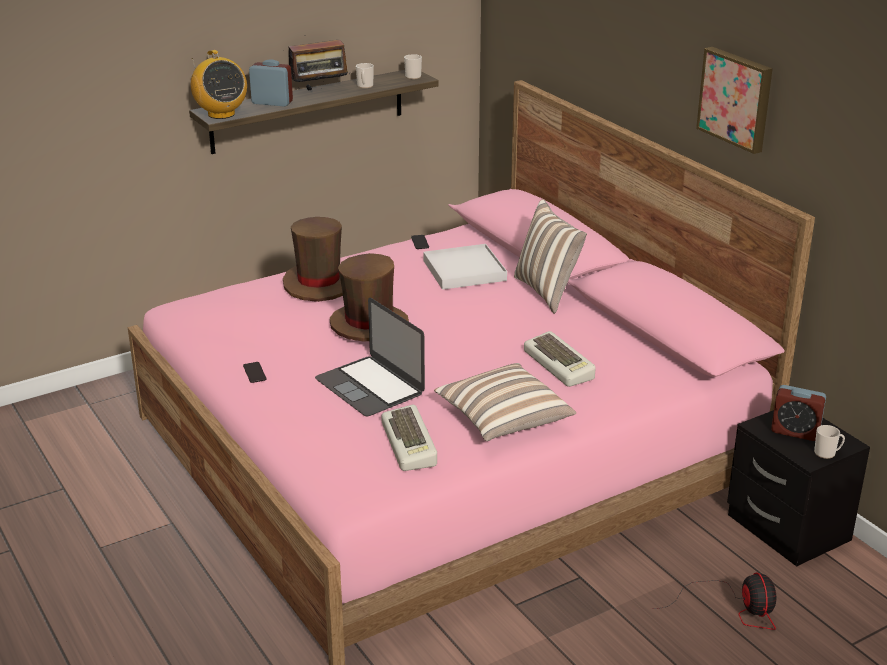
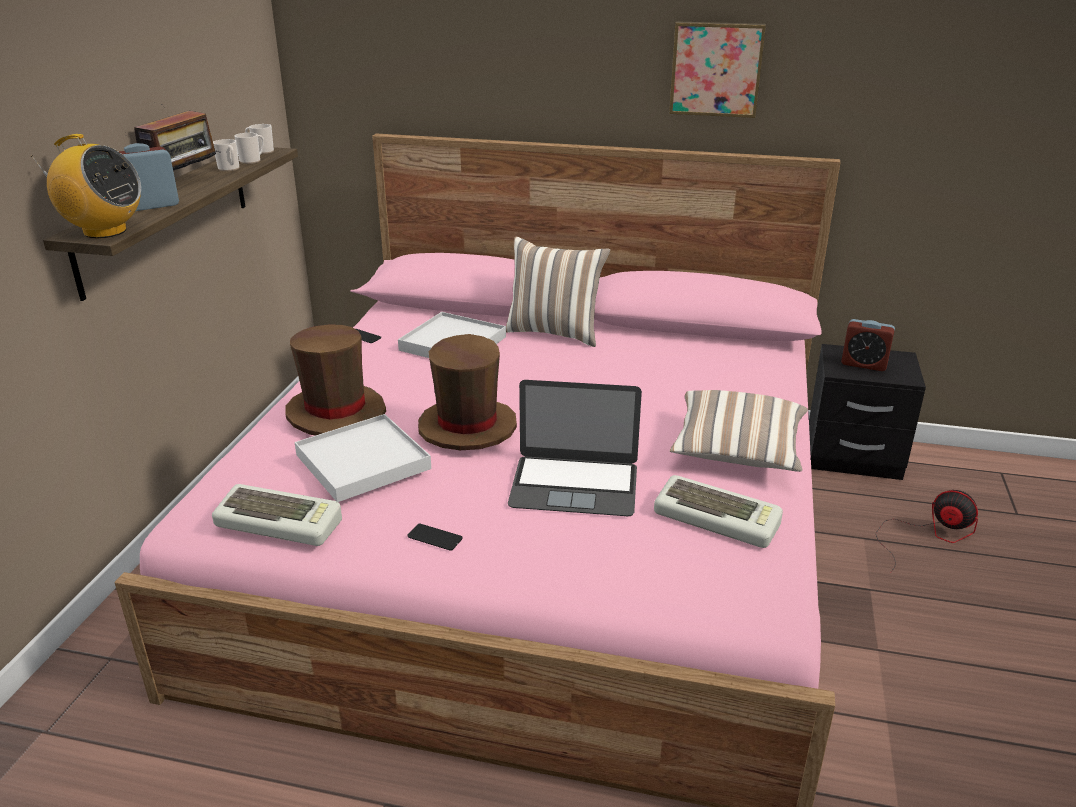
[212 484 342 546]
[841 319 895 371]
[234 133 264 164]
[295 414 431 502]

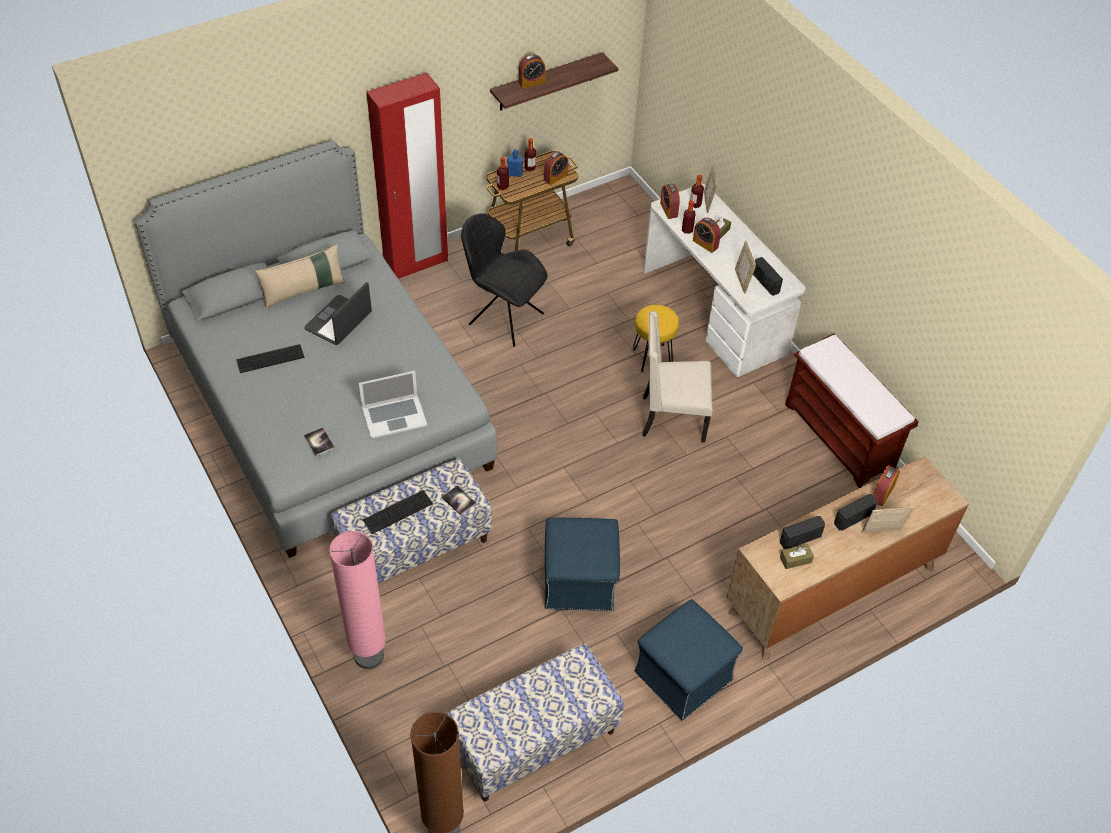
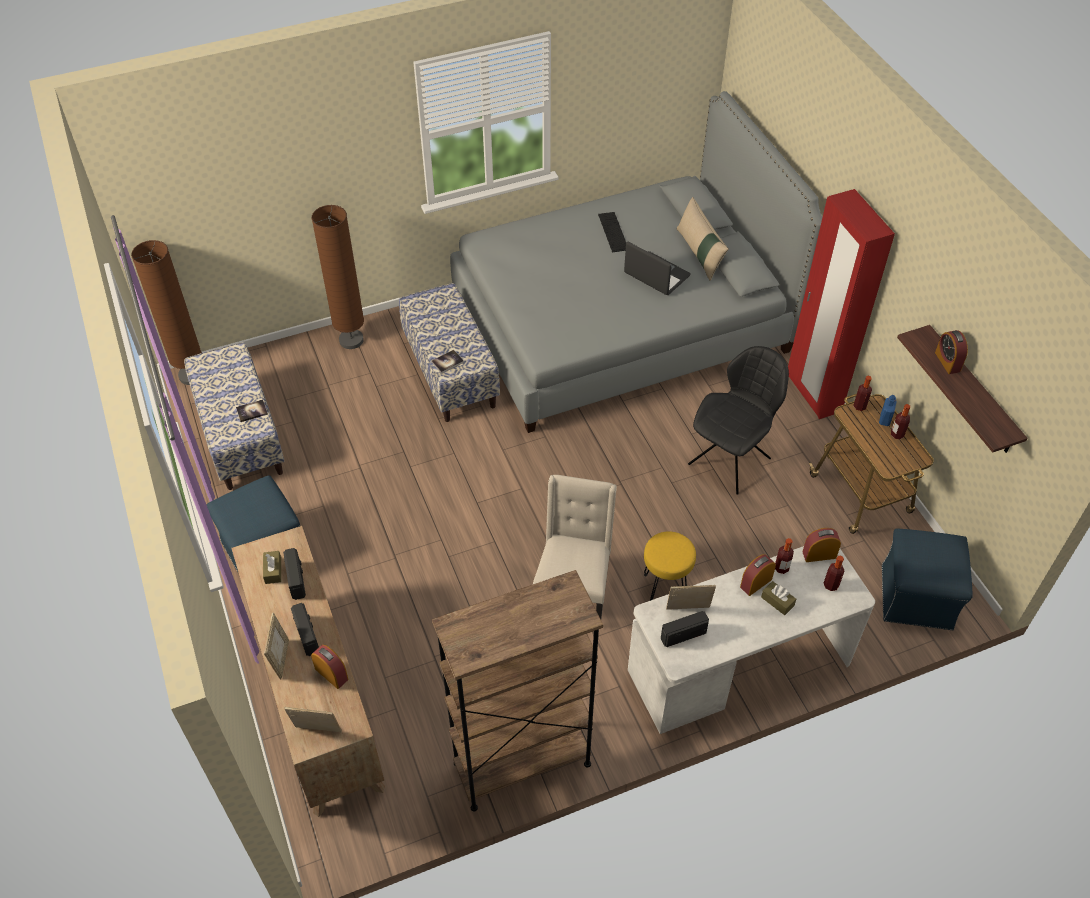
[236 399 268 422]
[312 205 364 349]
[359 371 427 439] (first image)
[363 490 433 534] (first image)
[544 151 568 185] (first image)
[882 528 973 630]
[284 707 342 732]
[432 570 603 811]

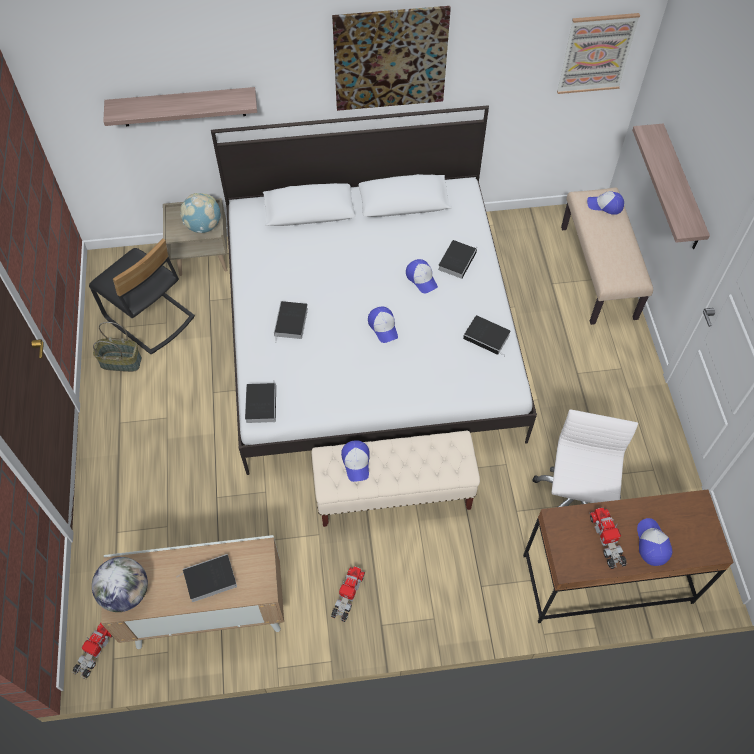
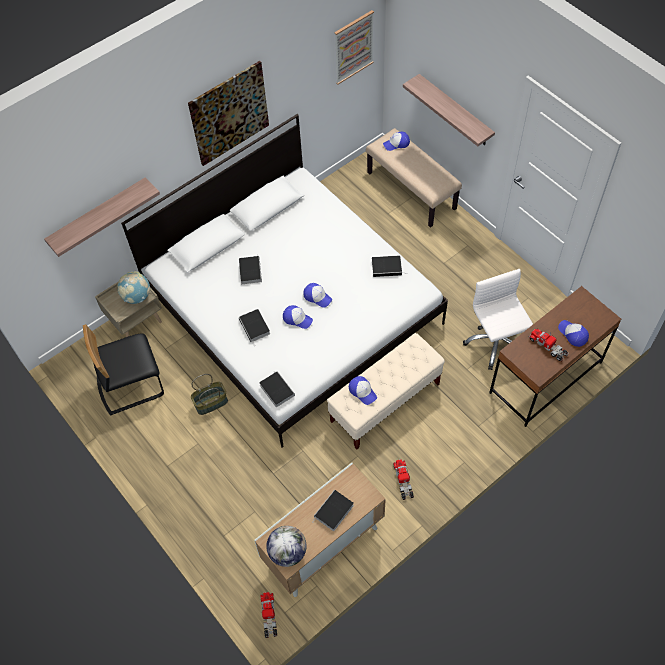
[83 324 164 416]
[191 374 228 415]
[283 305 313 329]
[239 256 262 284]

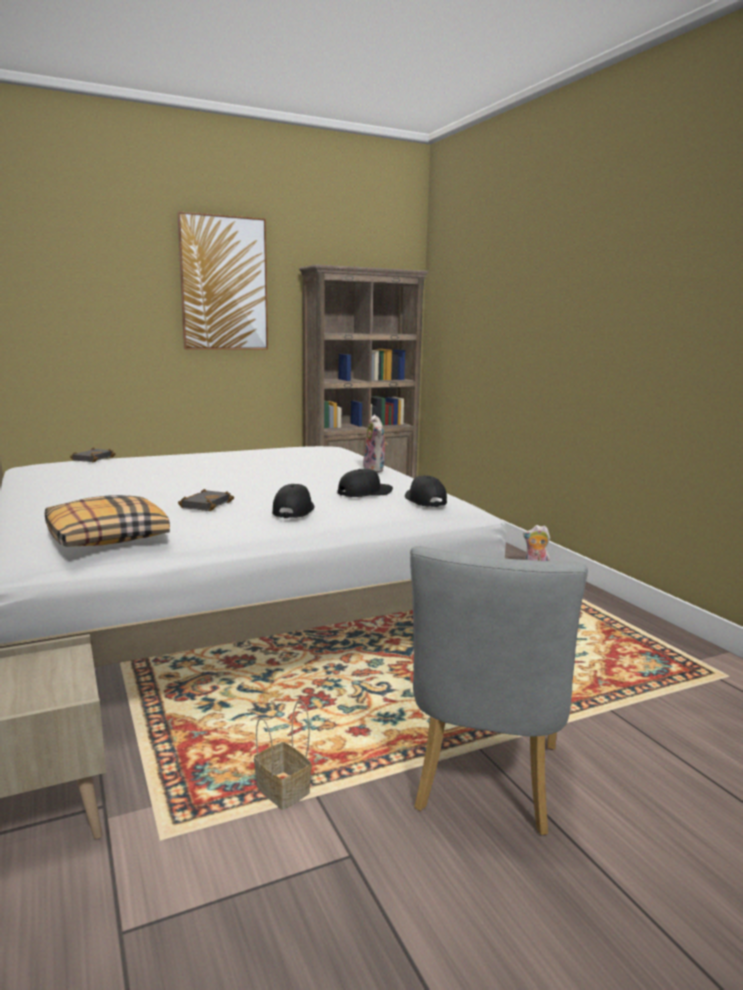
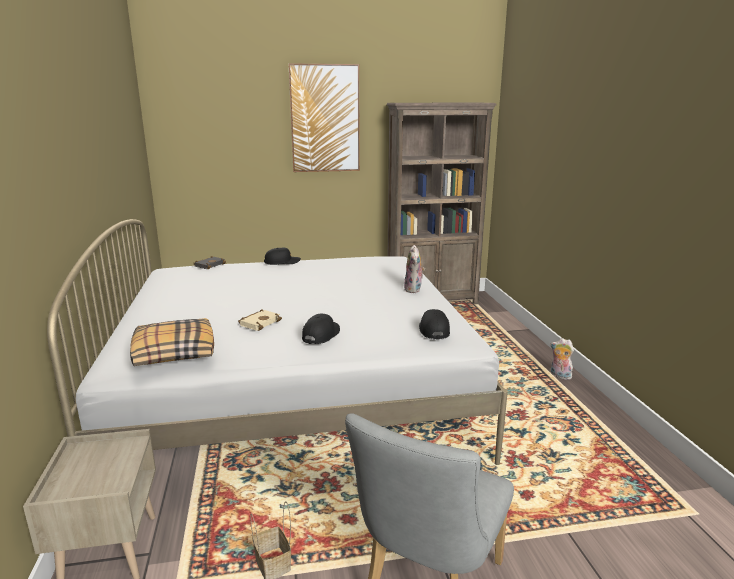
[238 309 282 331]
[264 248 301 265]

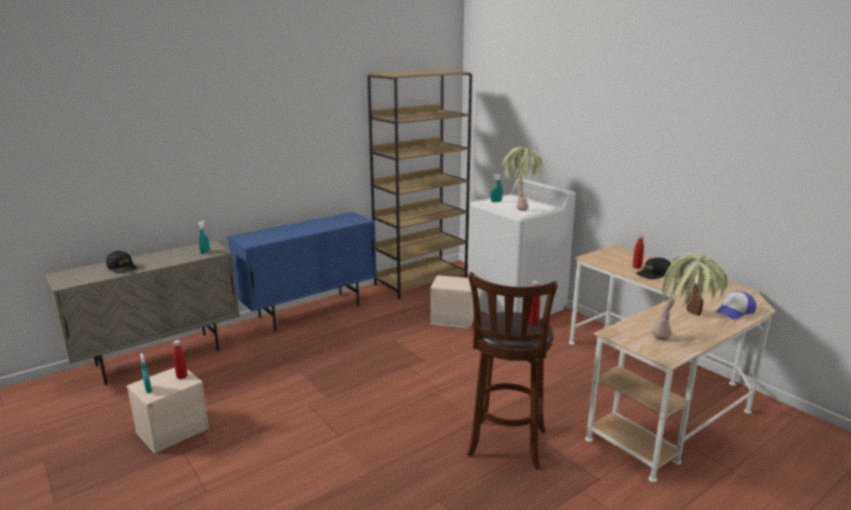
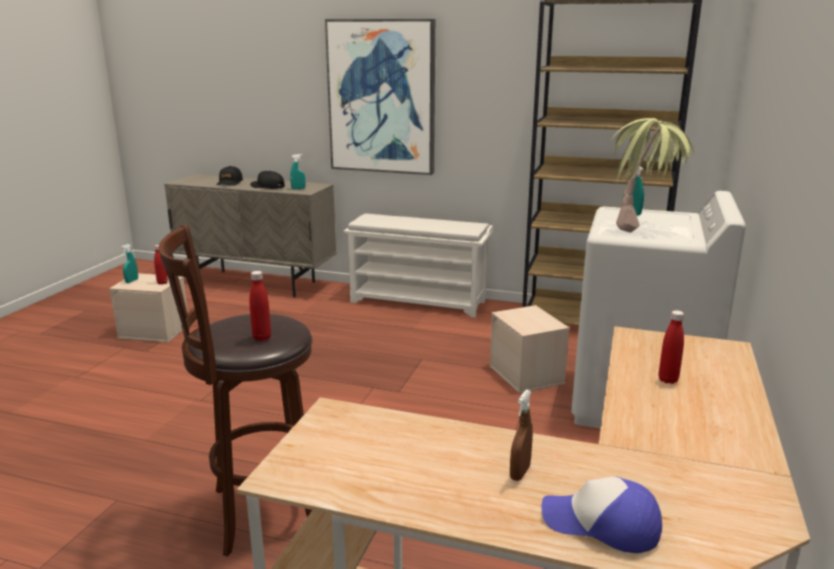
[343 213 493 318]
[250 171 285 189]
[652 253 731 340] (first image)
[325 19 435 175]

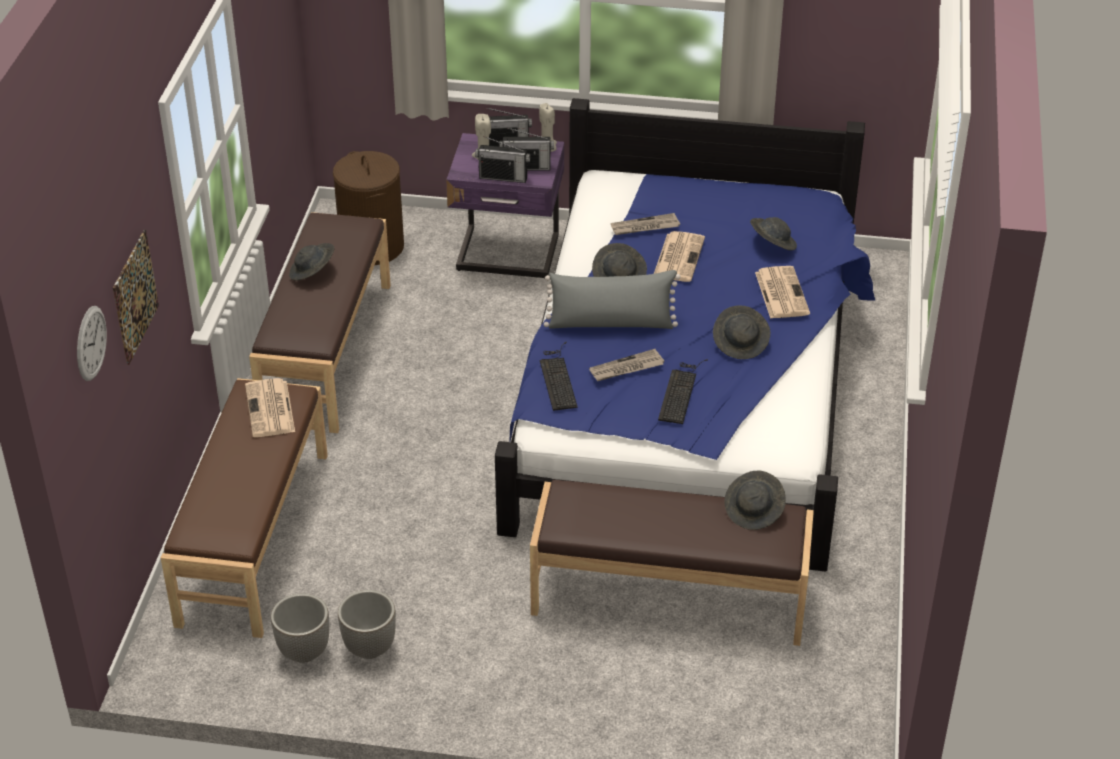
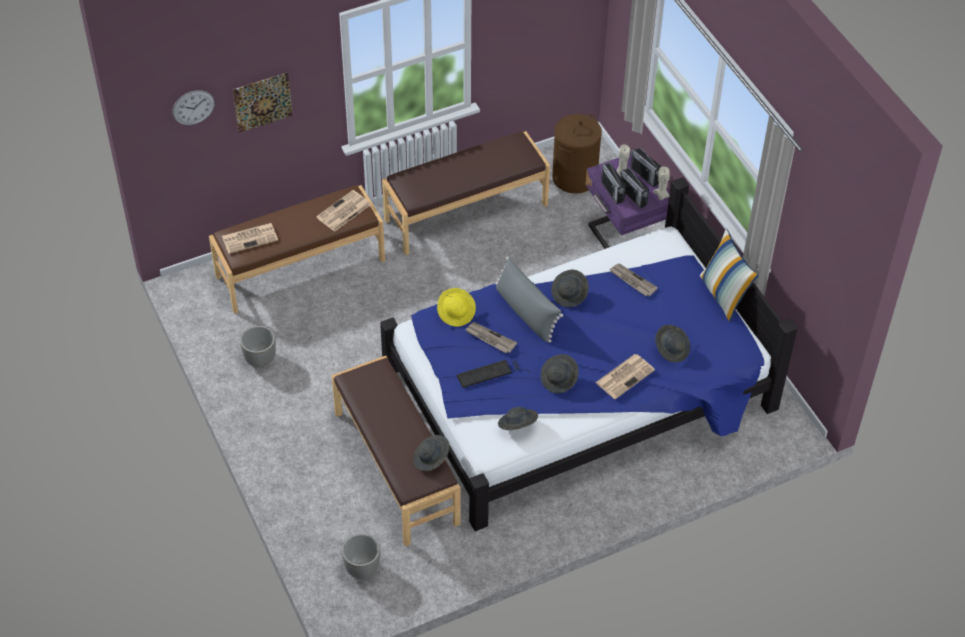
[342 534 381 579]
[498 407 538 430]
[437 288 476 327]
[222 223 278 254]
[700 229 759 322]

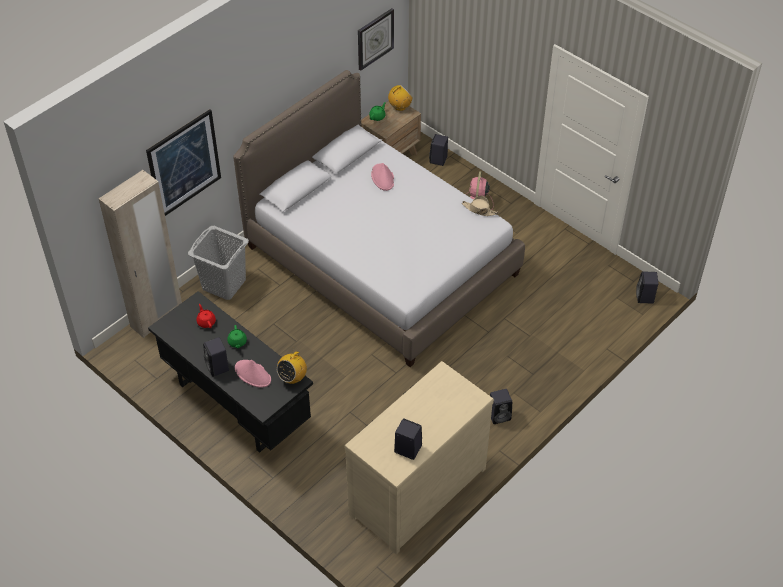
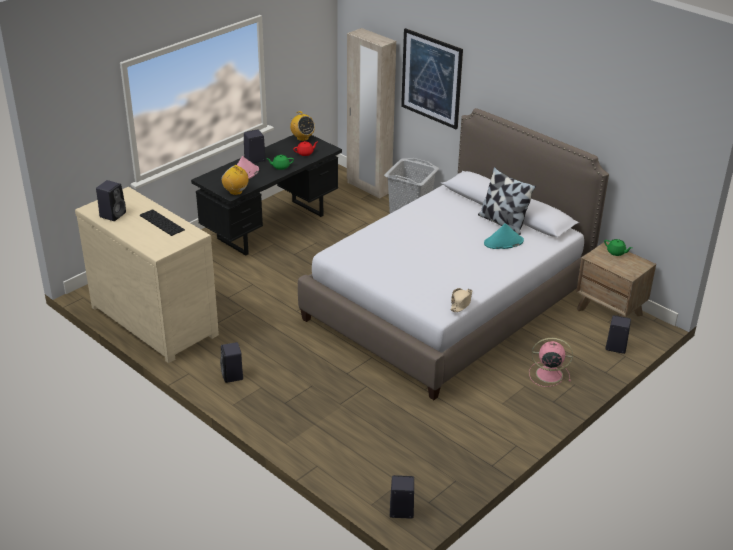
[358 8 394 71] (first image)
[484 223 524 249]
[290 111 315 141]
[140 209 185 236]
[478 167 536 235]

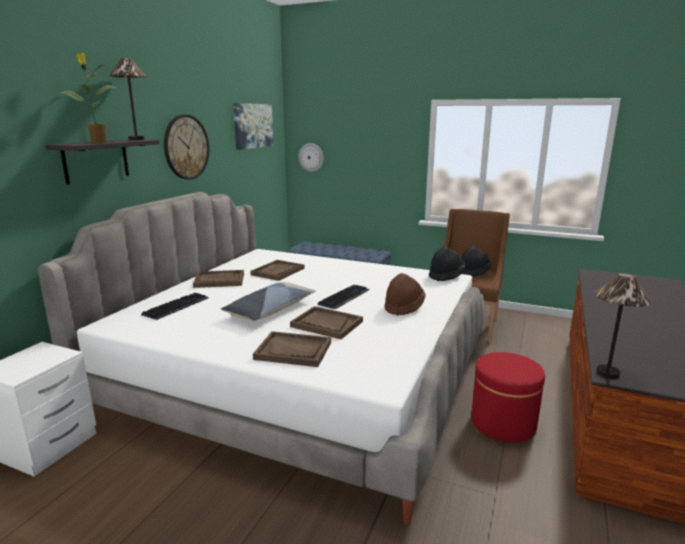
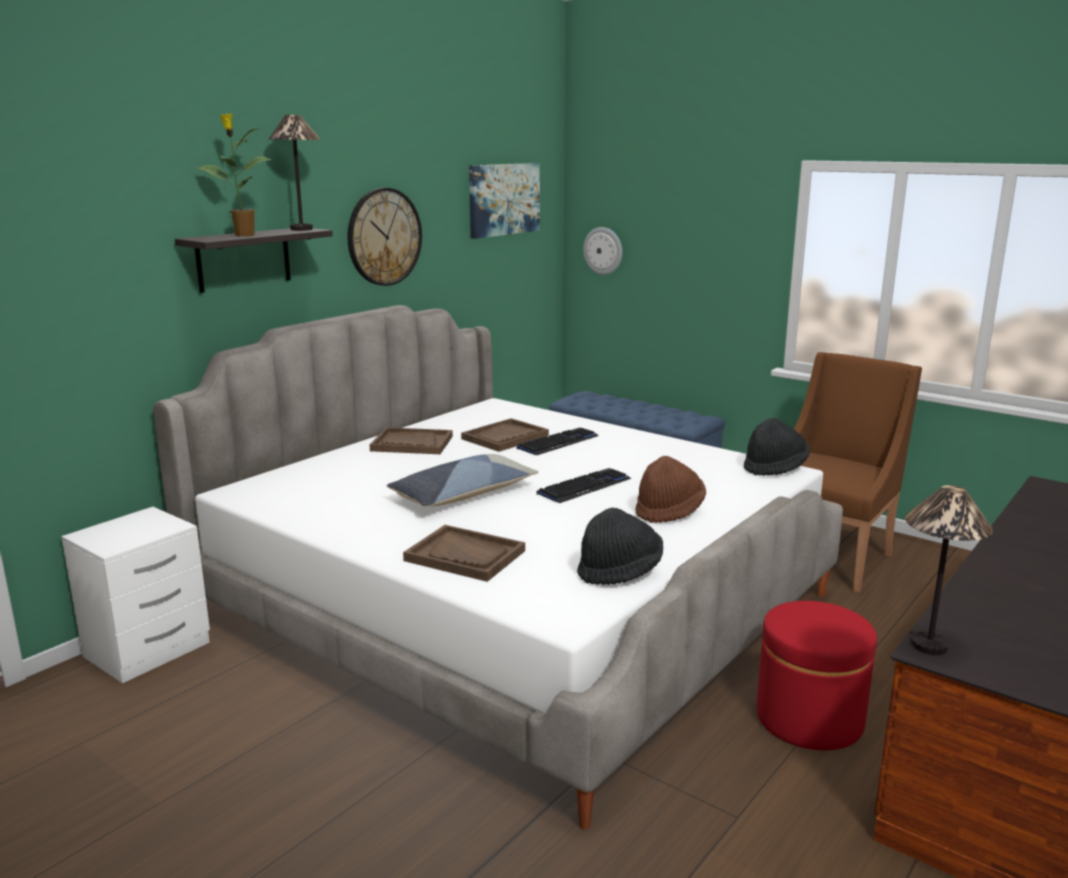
[517 428 599 455]
[290 306 363 339] (first image)
[577 507 663 585]

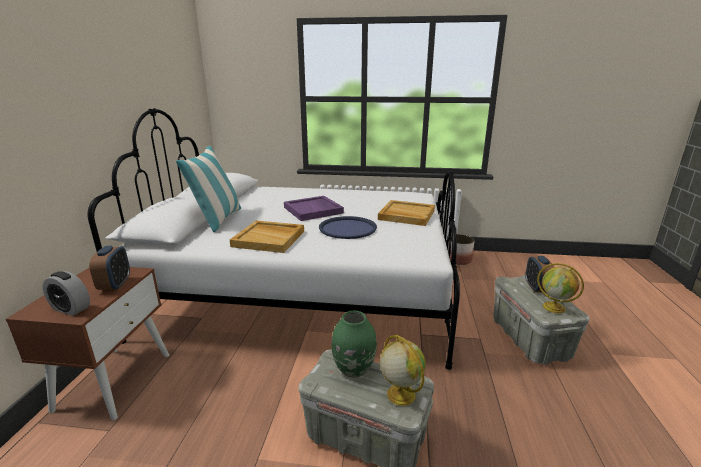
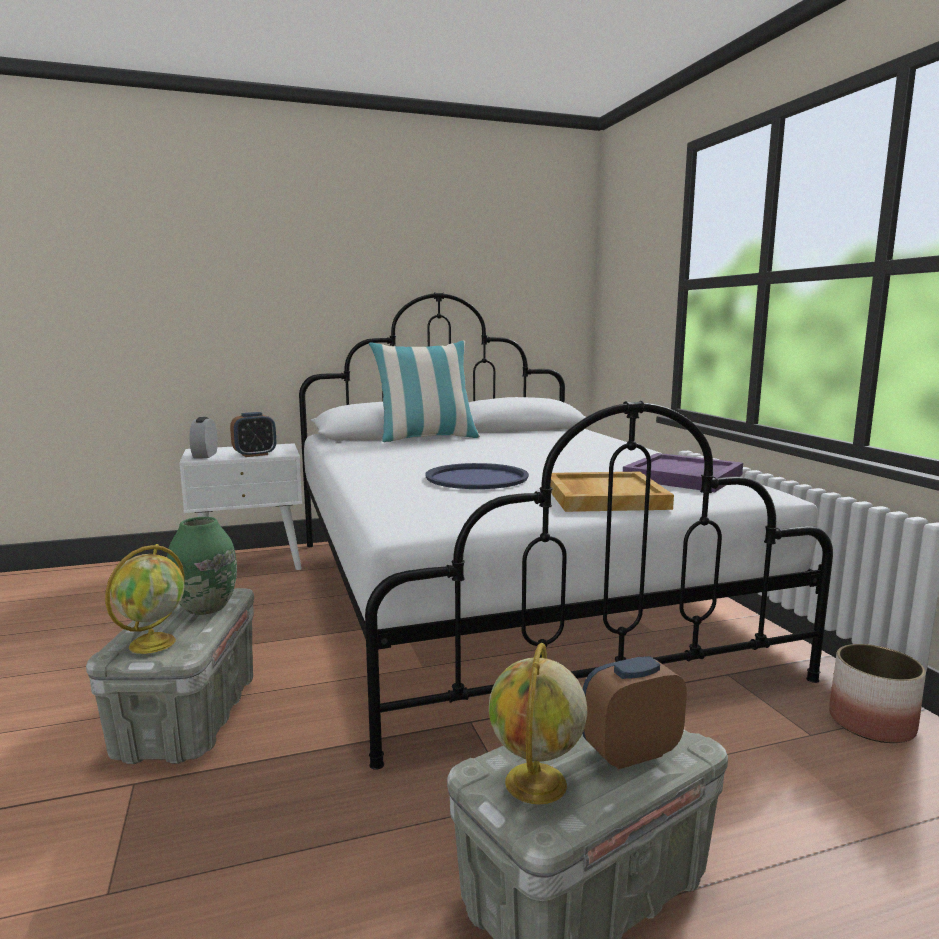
[179 443 302 570]
[230 220 304 253] (first image)
[623 453 743 492]

